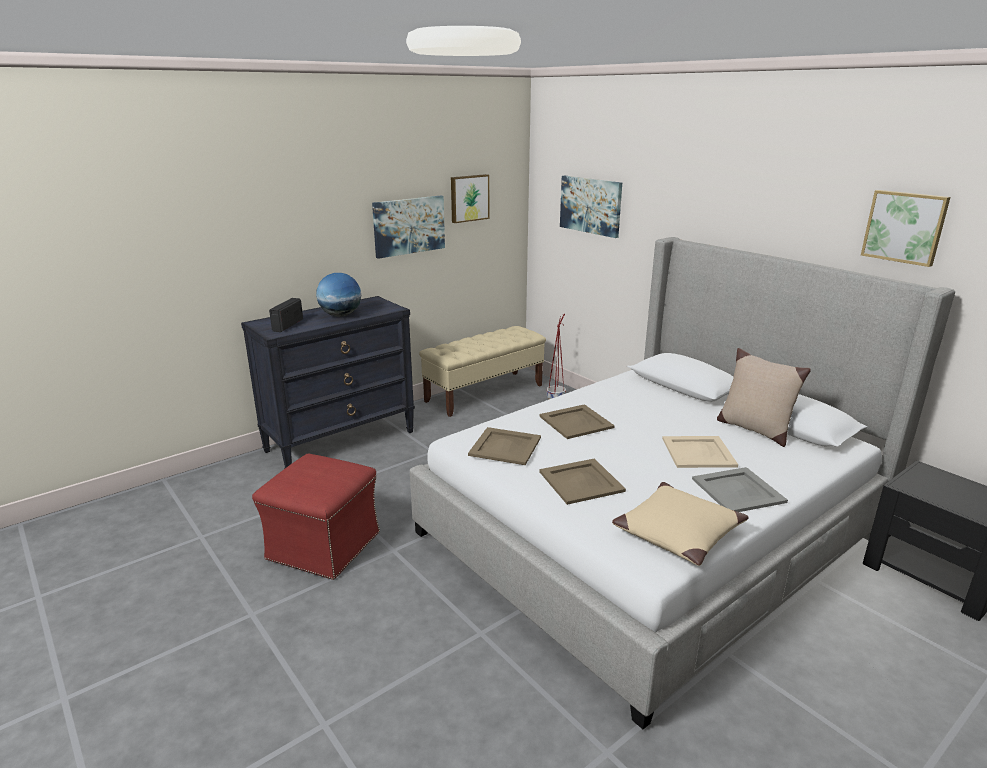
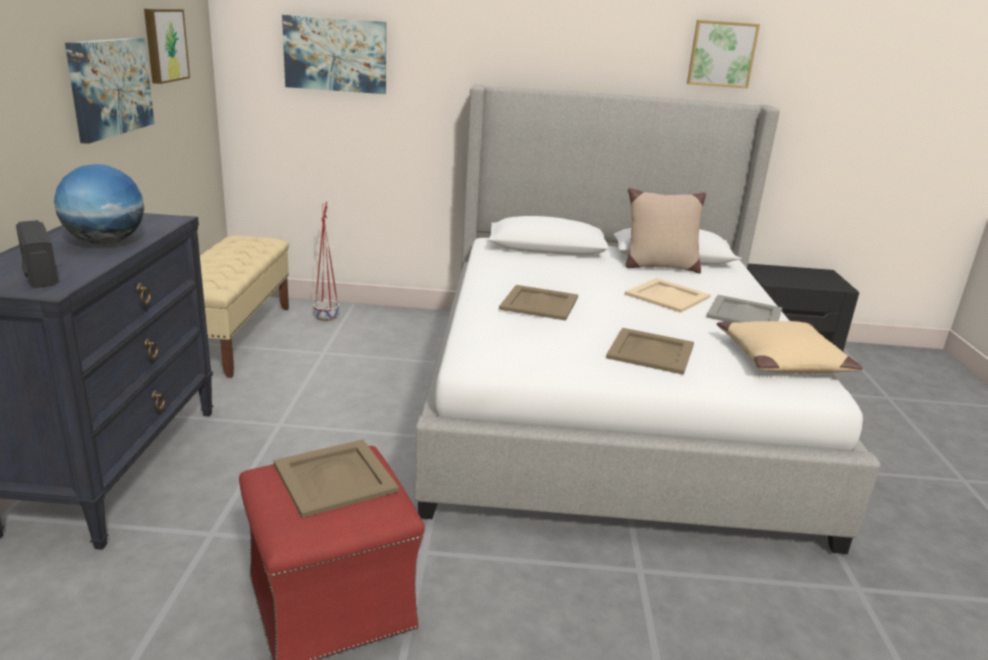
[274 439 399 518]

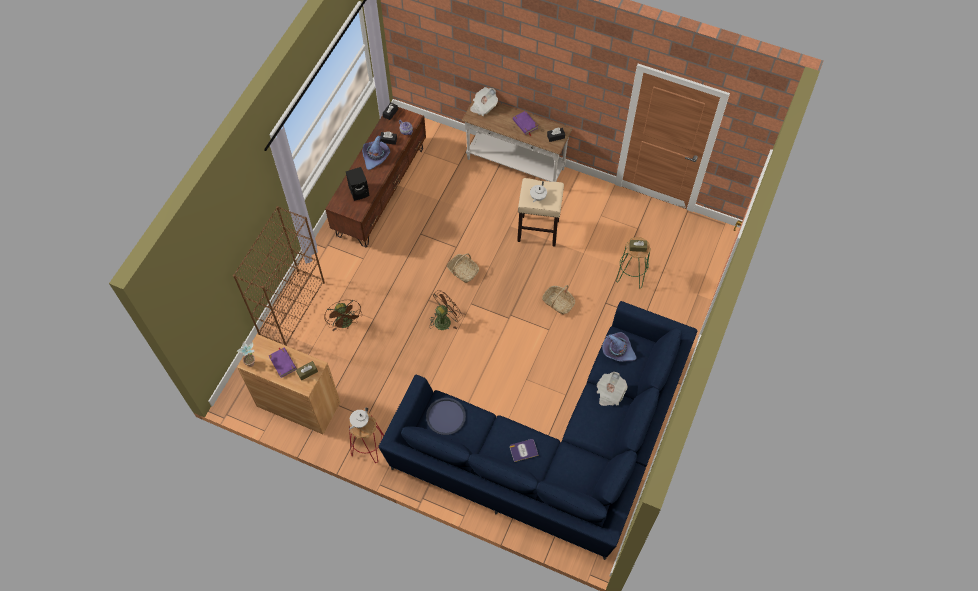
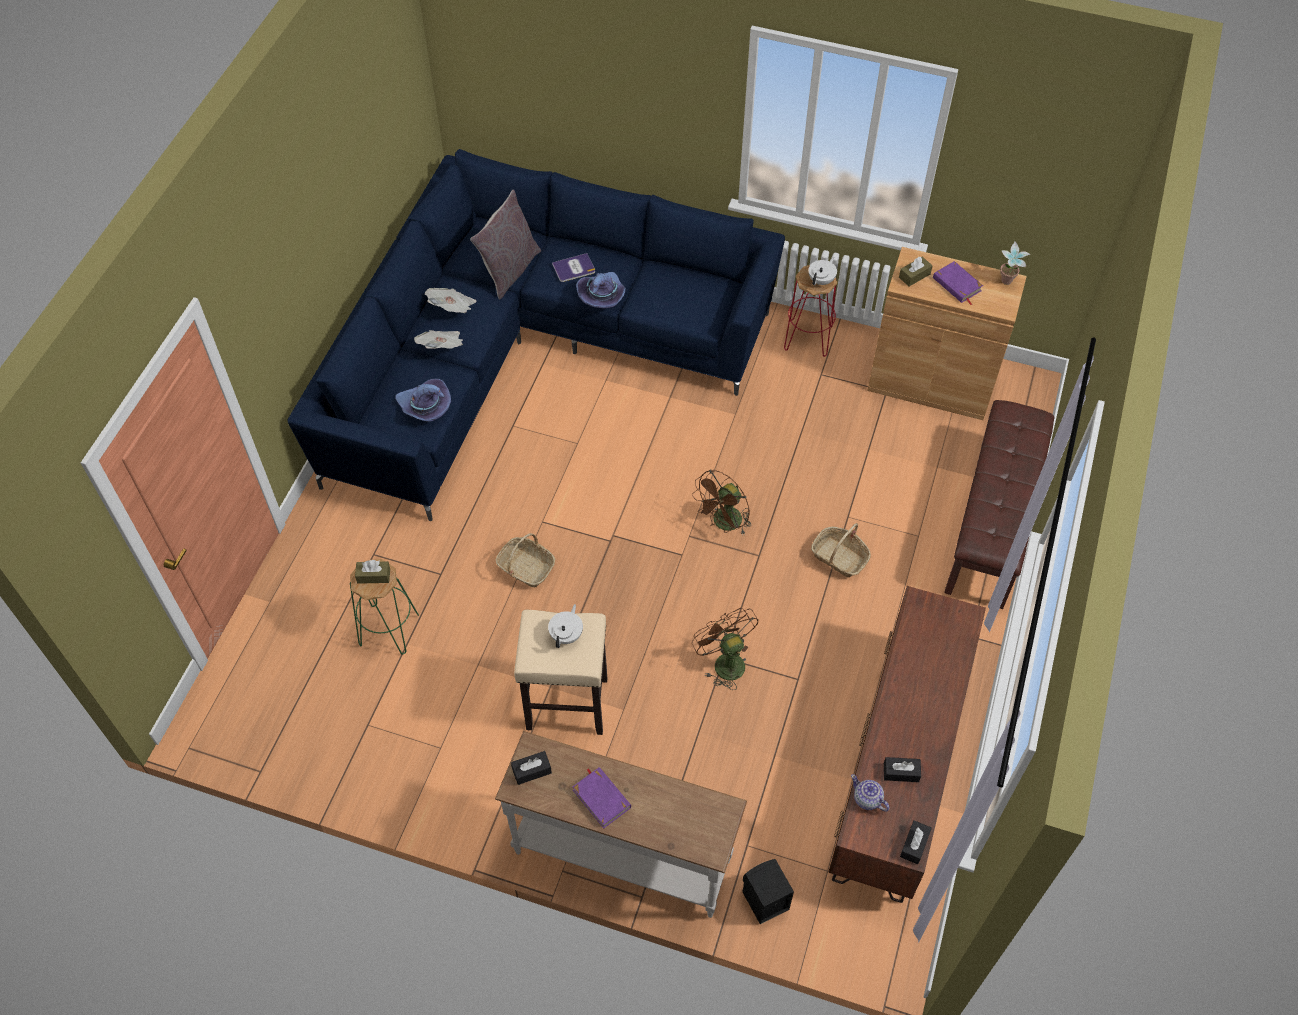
[944 400 1055 609]
[692 608 759 690]
[743 859 794 924]
[576 272 626 308]
[426 398 466 435] (first image)
[811 523 871 577]
[425 288 477 313]
[470 190 541 300]

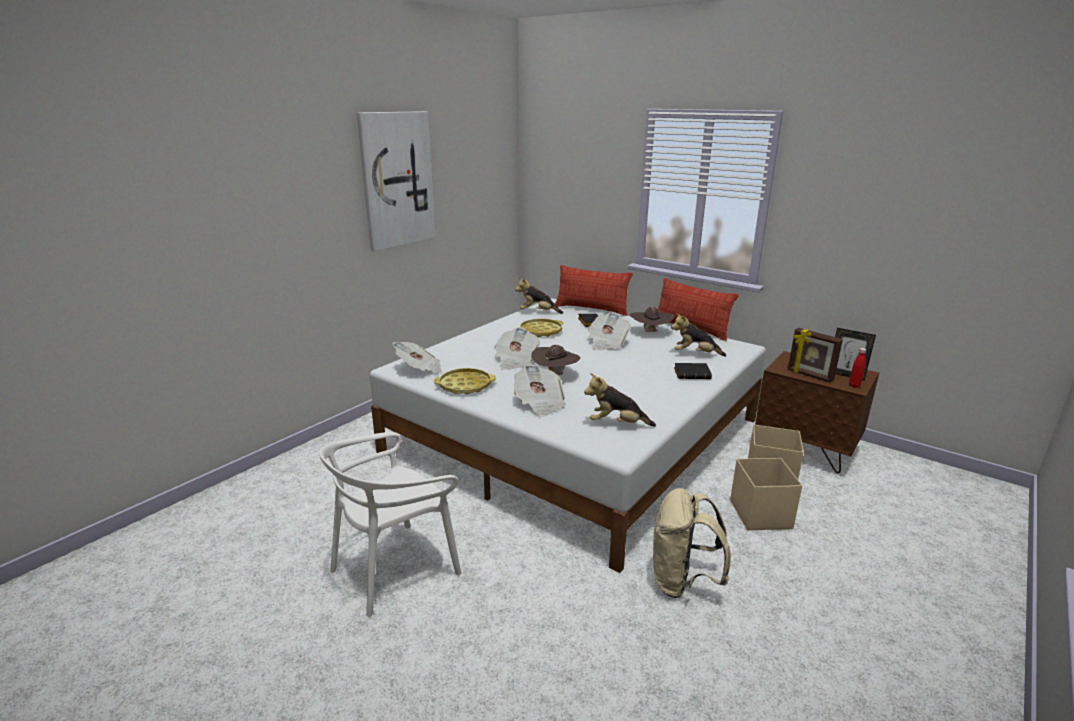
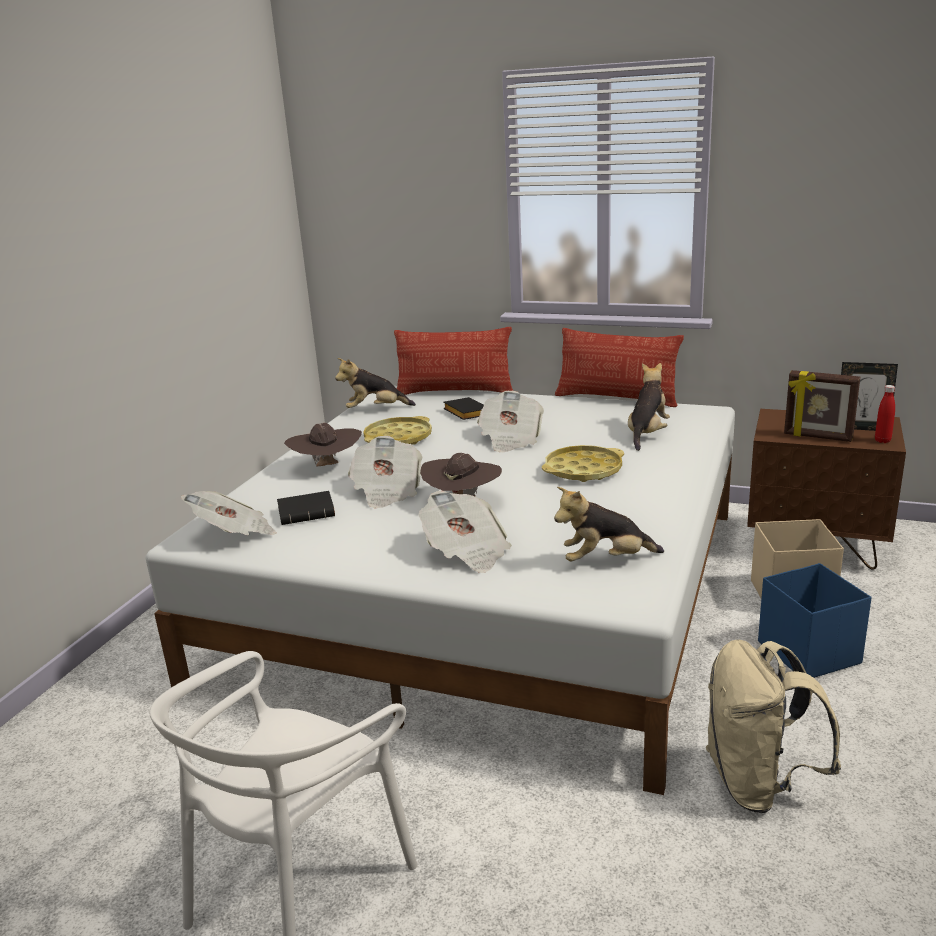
[357 111 436 251] (first image)
[542 445 624 482]
[284 423 362 466]
[628 363 670 451]
[277 491 335 525]
[758 563 872 678]

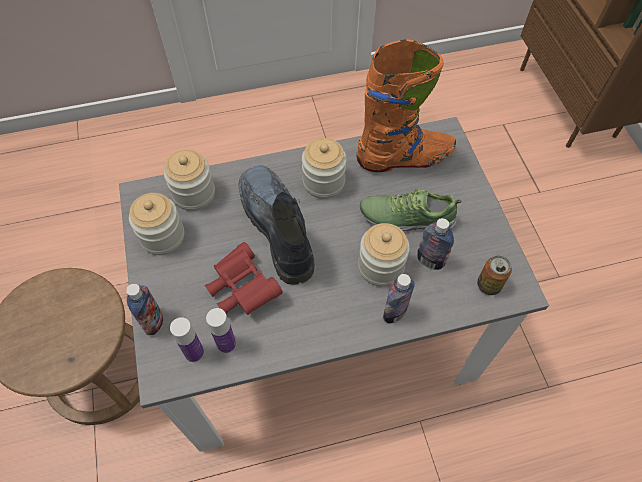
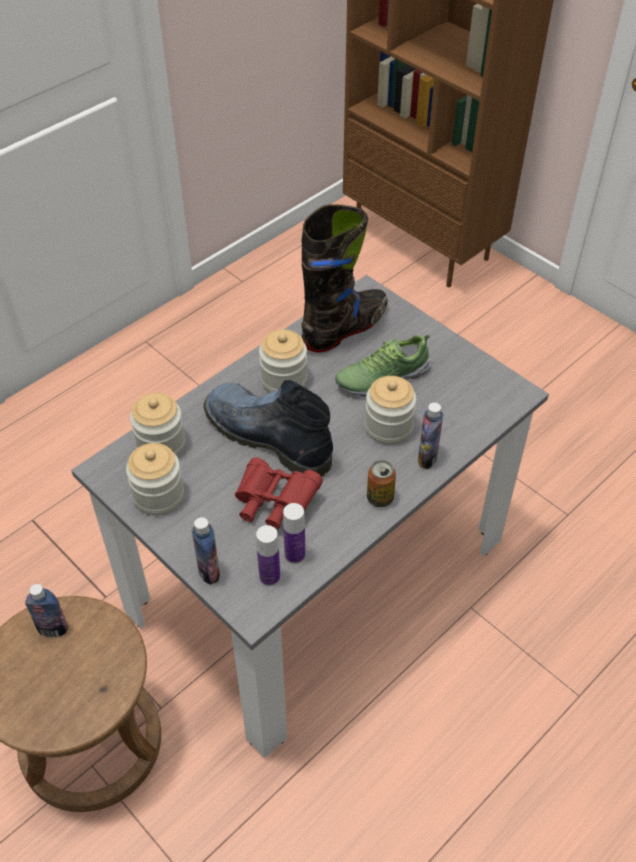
[301 204 388 353]
[25 584 68 638]
[367 460 396 507]

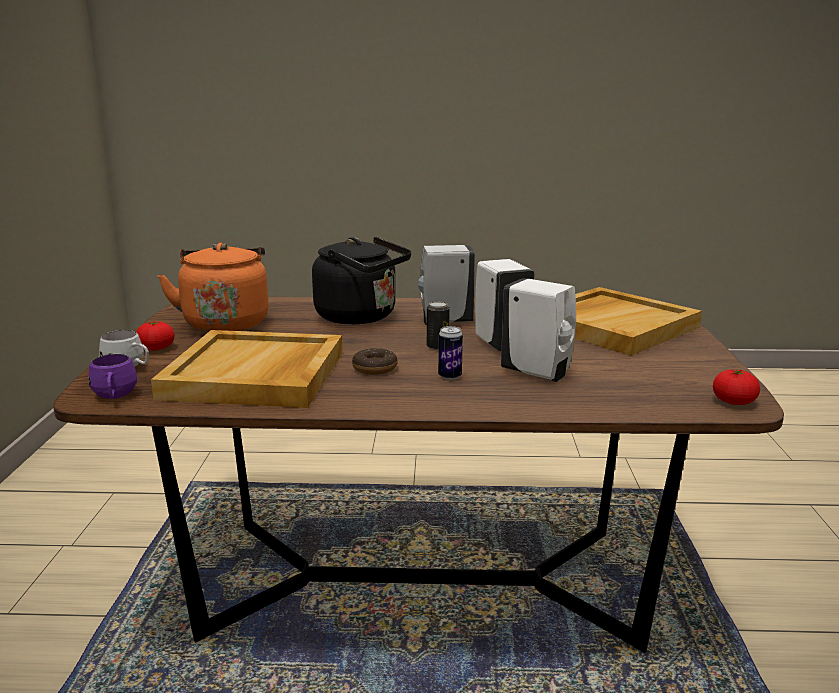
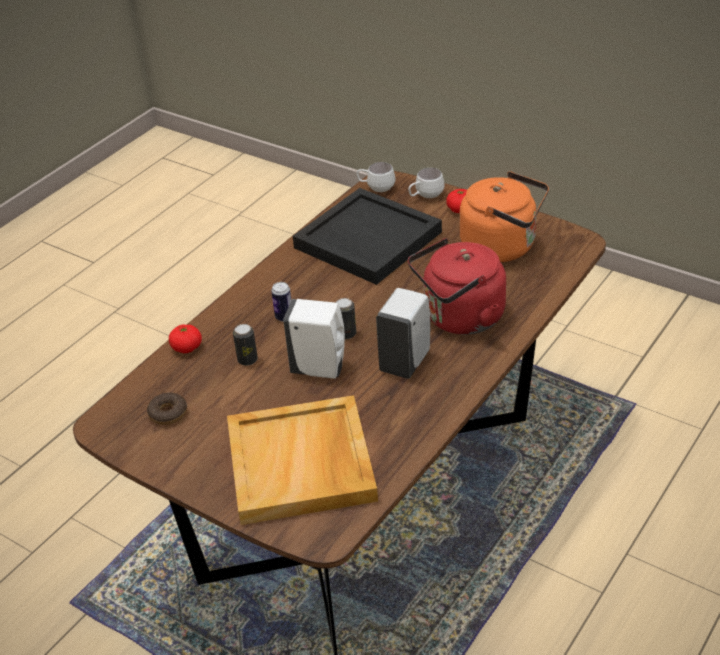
[357 162 396 192]
[293 188 442 285]
[408 238 506 335]
[147 393 187 425]
[233 324 258 366]
[169 324 202 353]

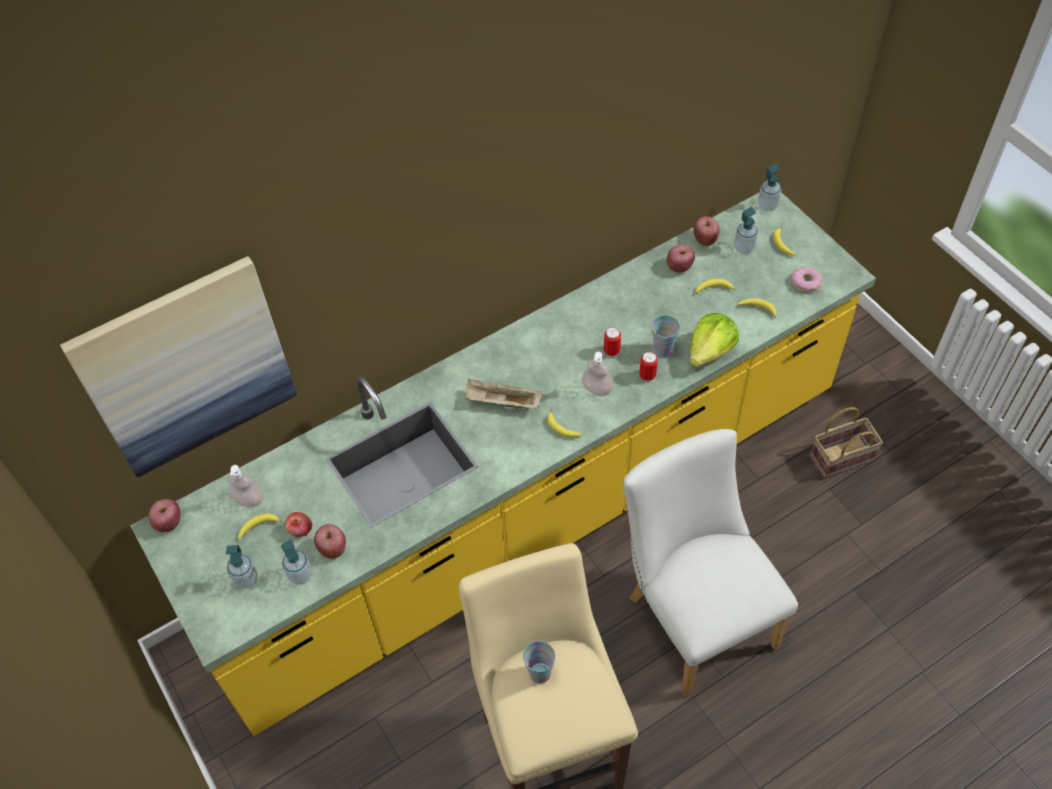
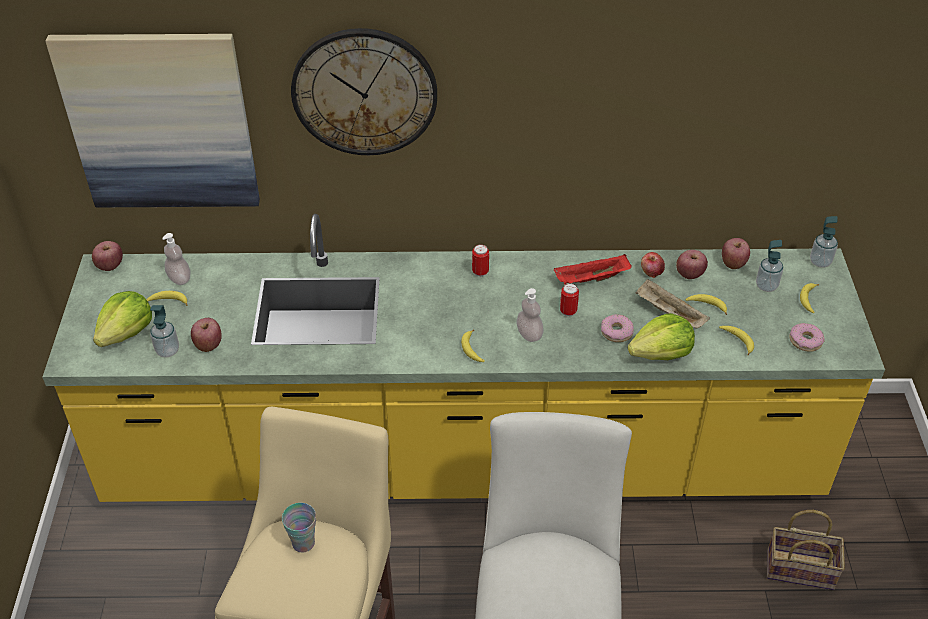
[93 291 152 347]
[641 252 665 278]
[636 279 710 328]
[472 244 489 277]
[601 314 634 342]
[291 28 437 155]
[554 254 631 285]

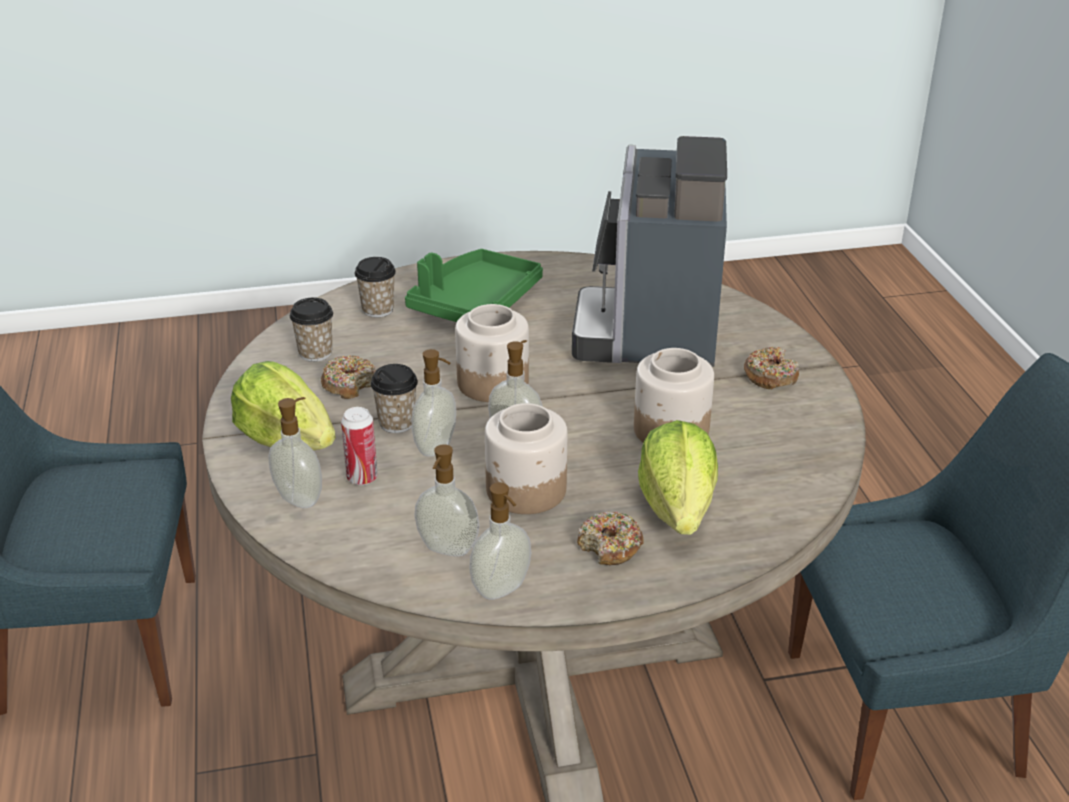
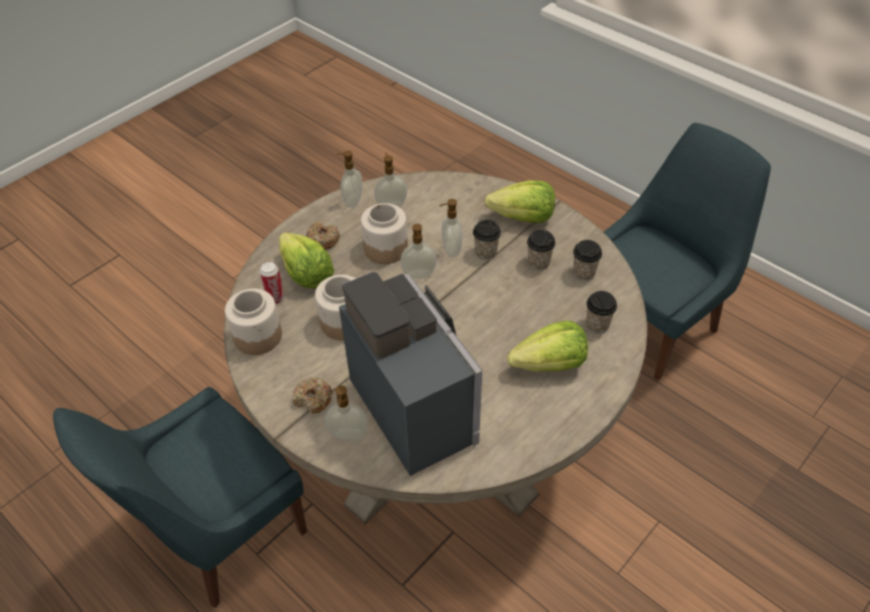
[325 385 368 441]
[527 230 556 270]
[260 262 285 304]
[507 321 588 372]
[225 289 282 355]

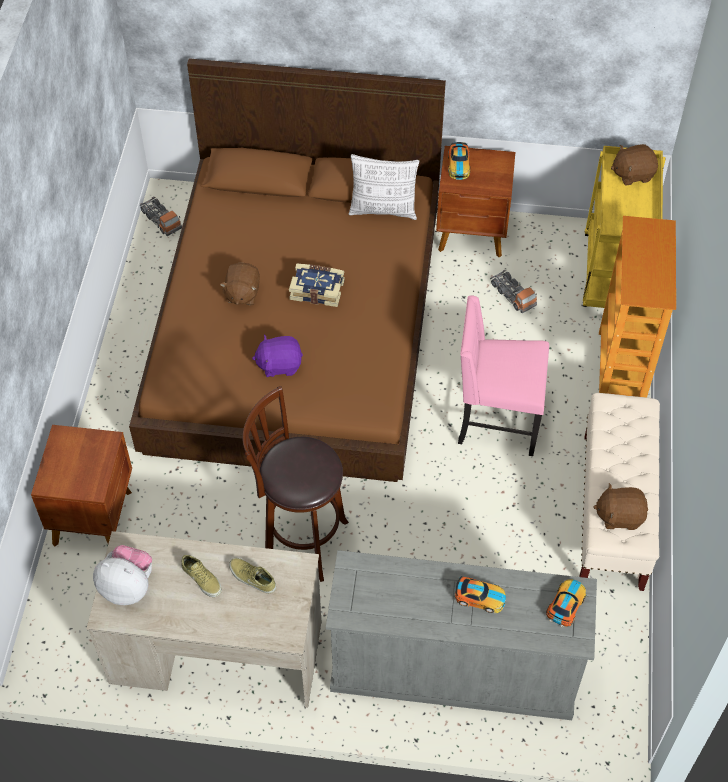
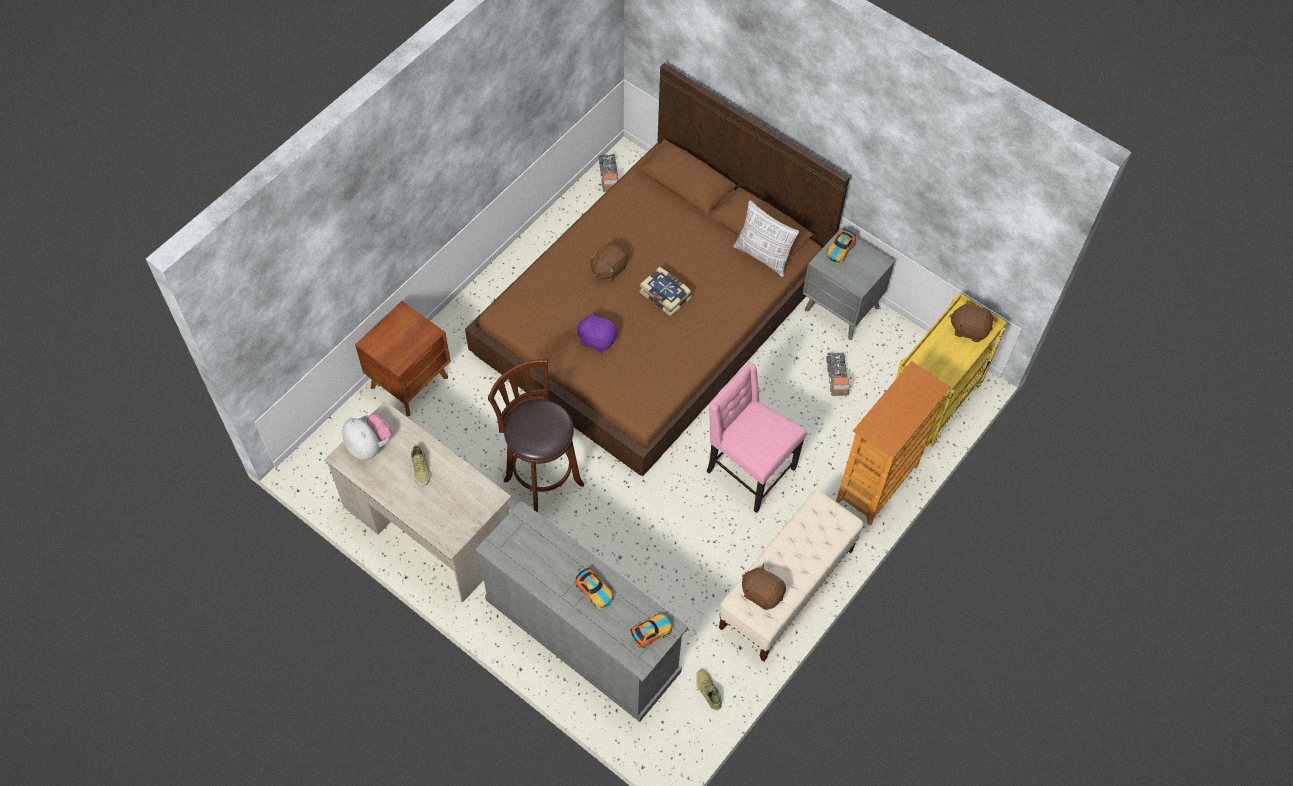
[696 669 722 710]
[803 228 895 340]

